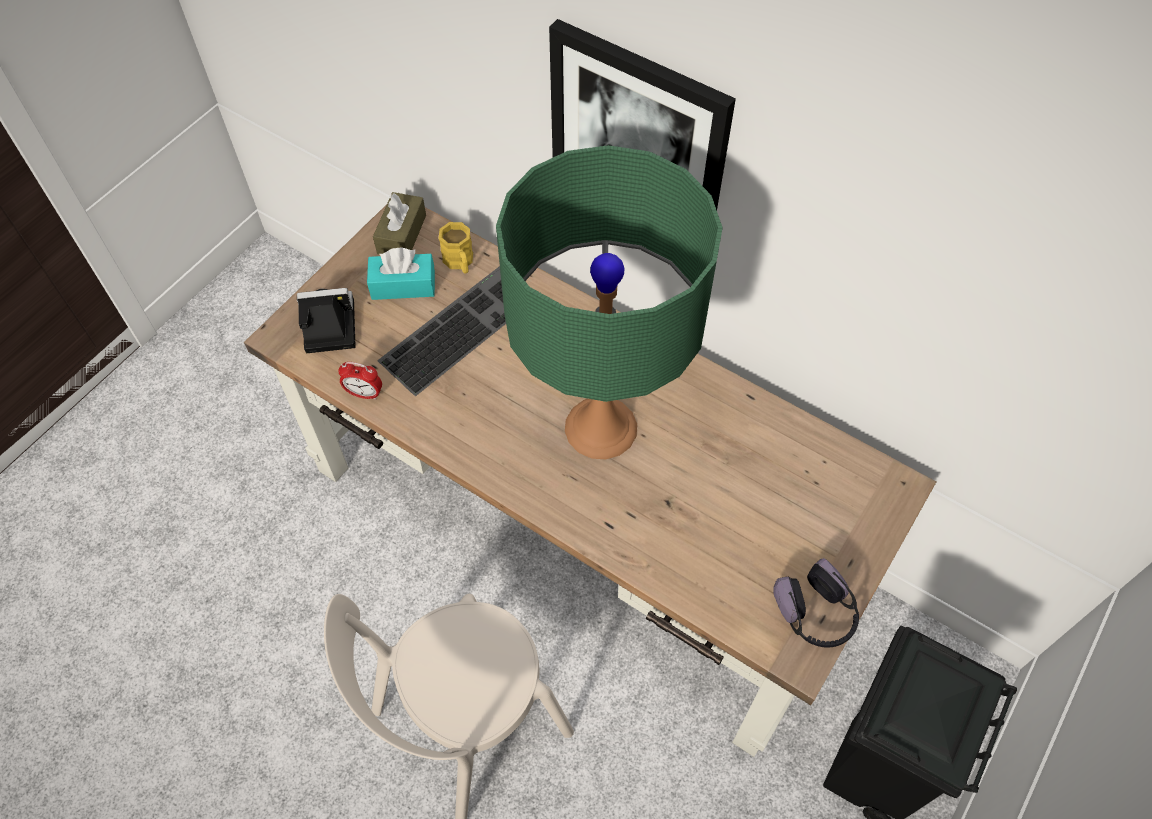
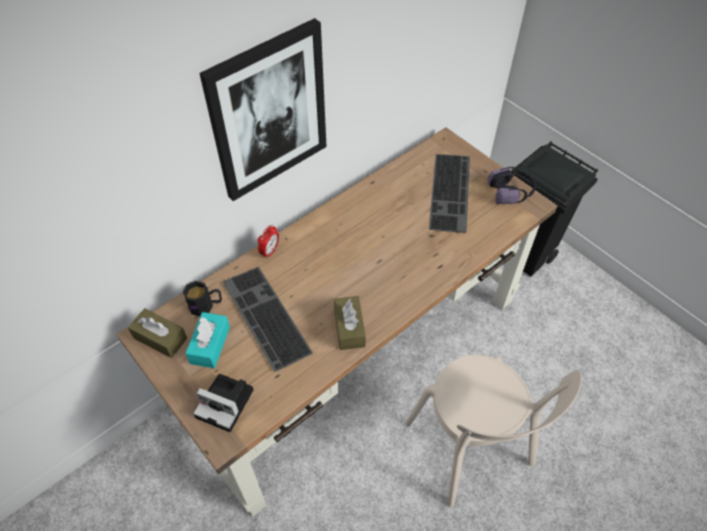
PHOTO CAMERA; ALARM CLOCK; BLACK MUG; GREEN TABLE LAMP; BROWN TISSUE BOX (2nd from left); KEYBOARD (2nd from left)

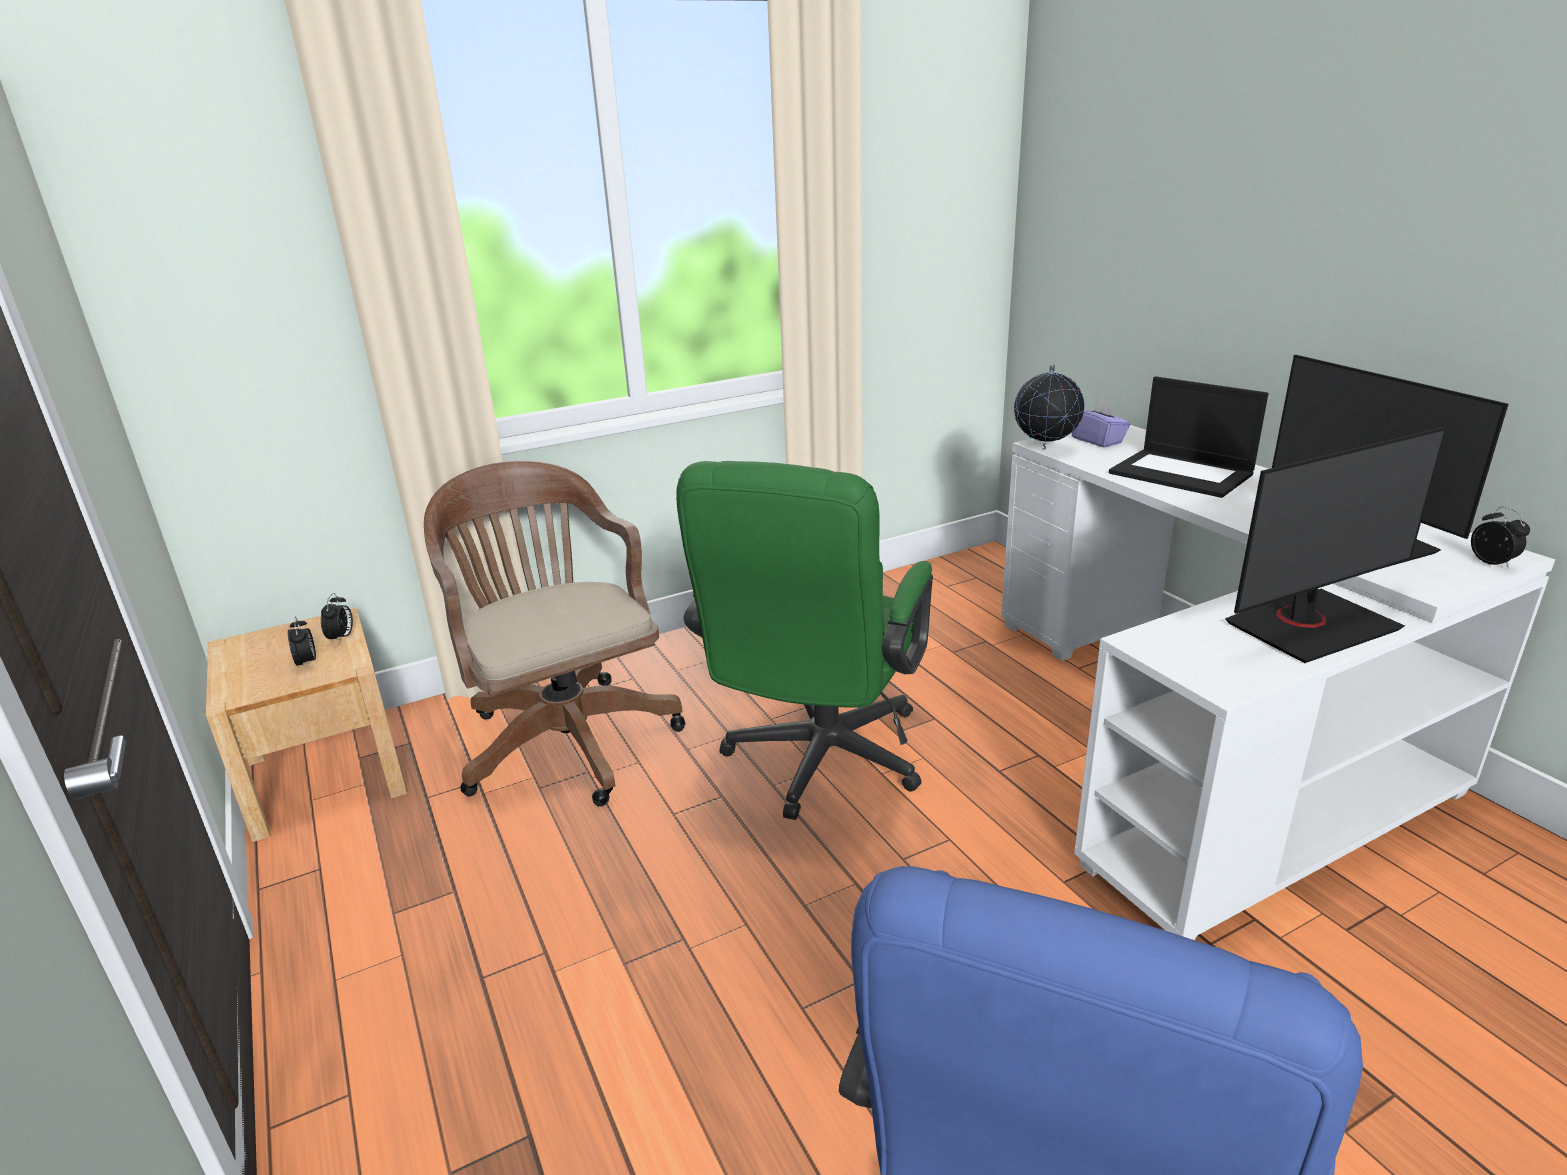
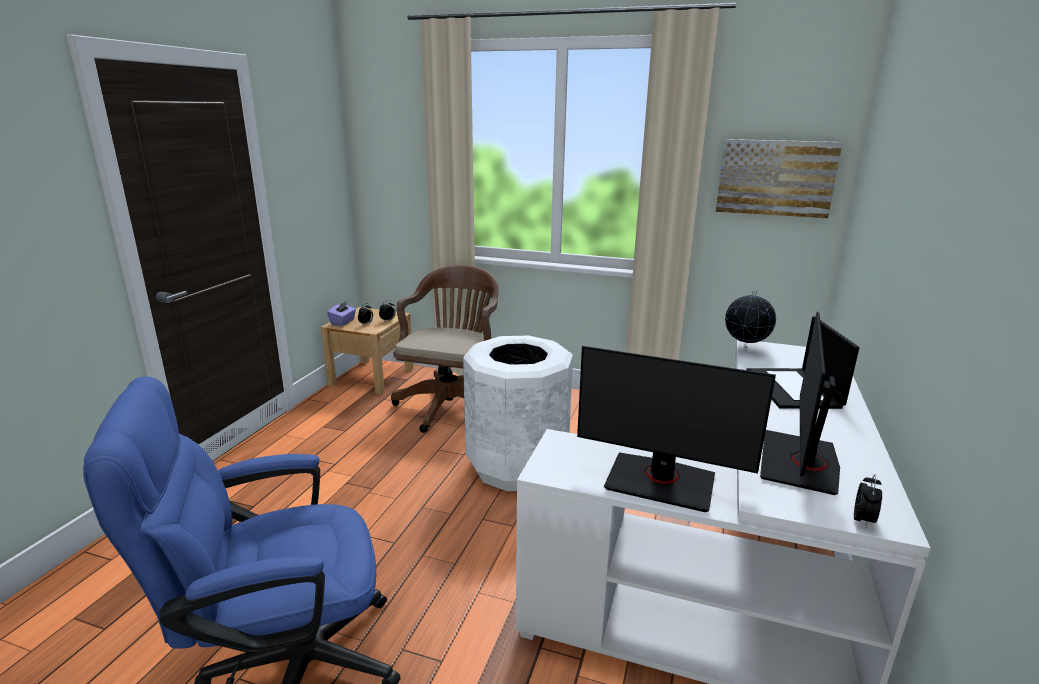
WHITE TRASH CAN; PURPLE TISSUE BOX; PICTURE

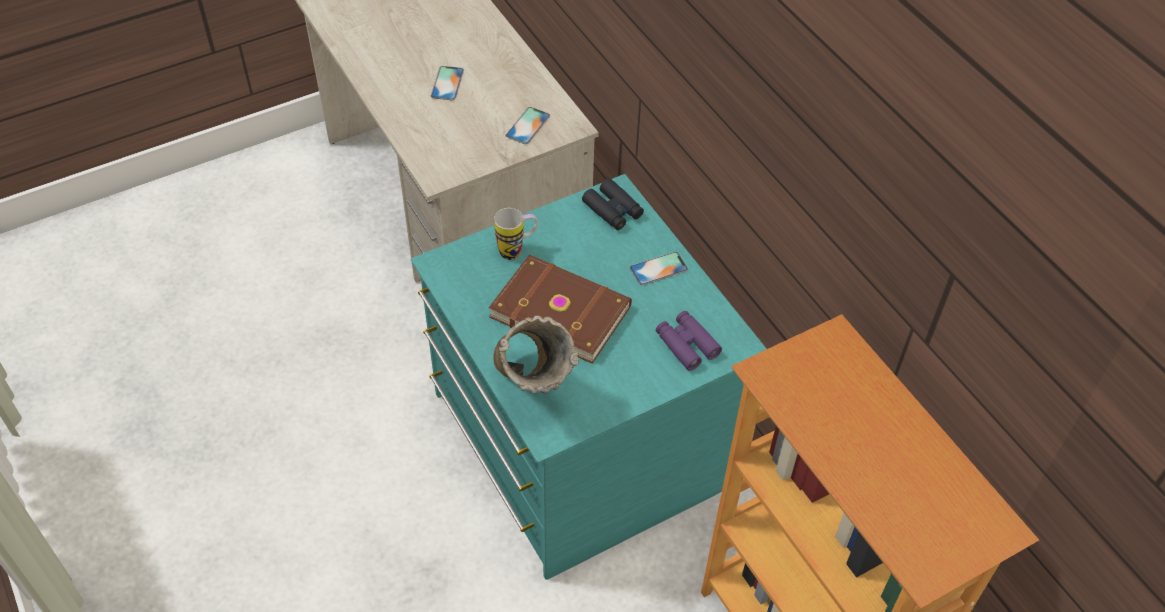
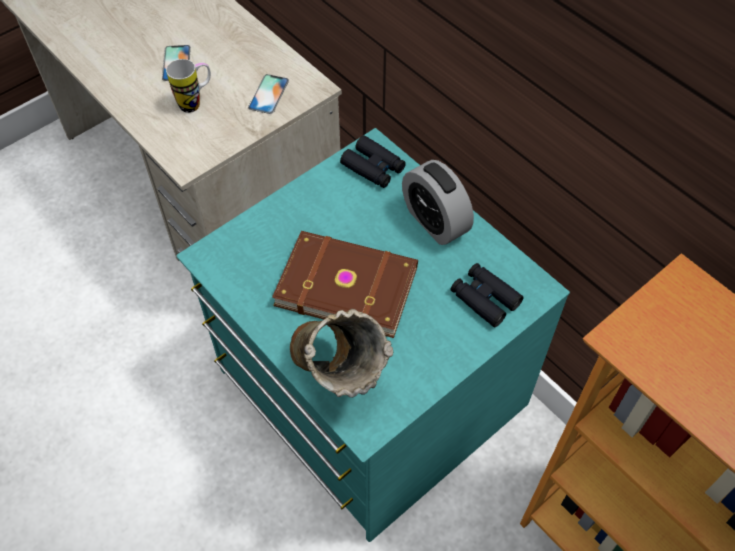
MUG; ALARM CLOCK; BLACK BINOCULARS (2nd from left)

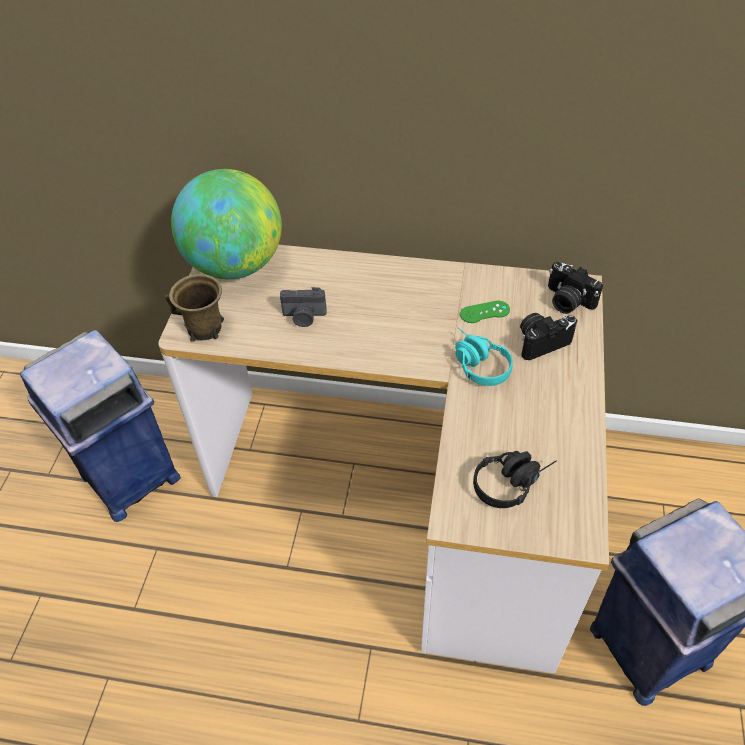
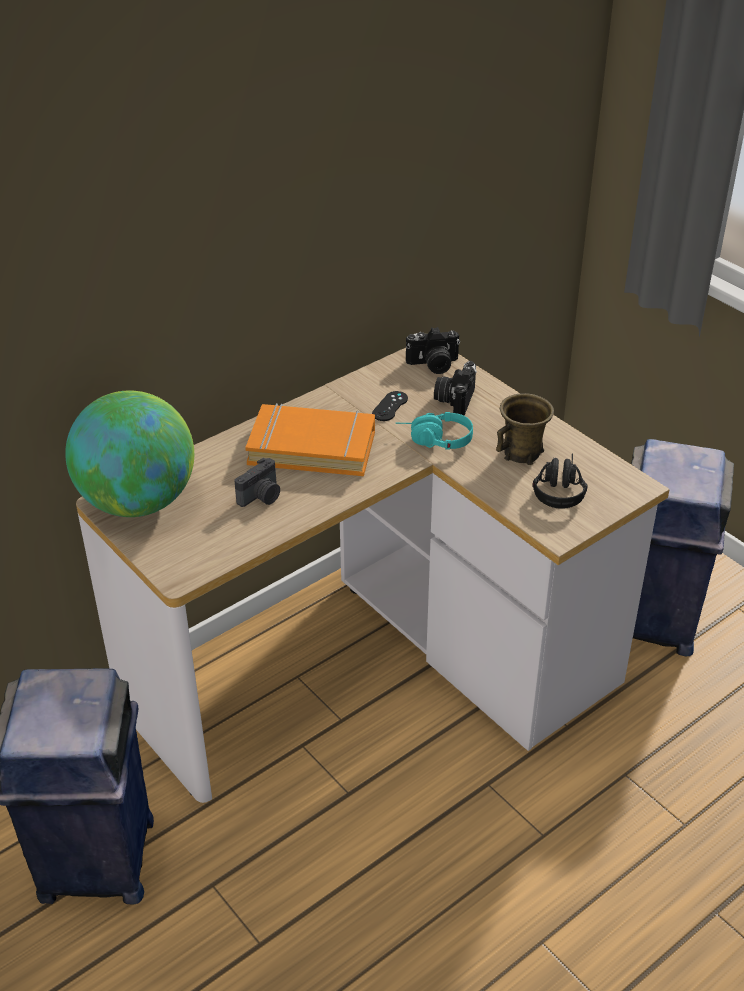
BROWN MUG; BLACK GAME CONTROLLER; ORANGE BOOK

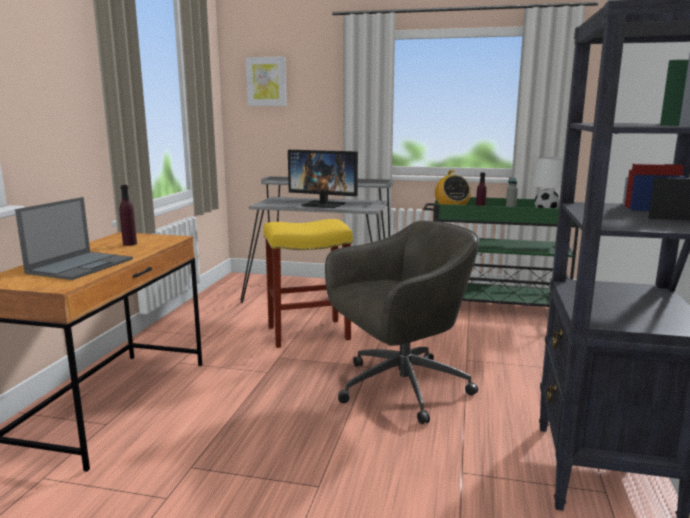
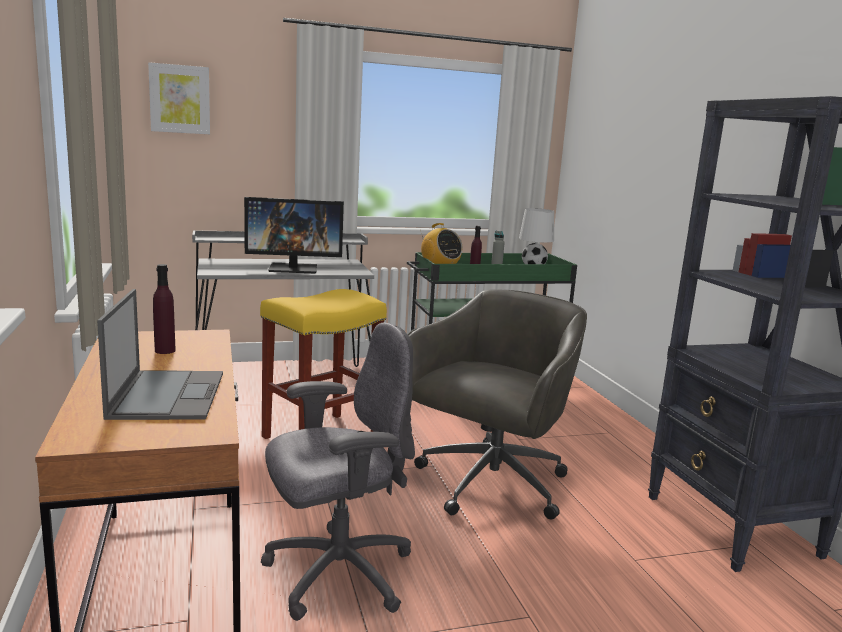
GREY OFFICE CHAIR (1st from left)

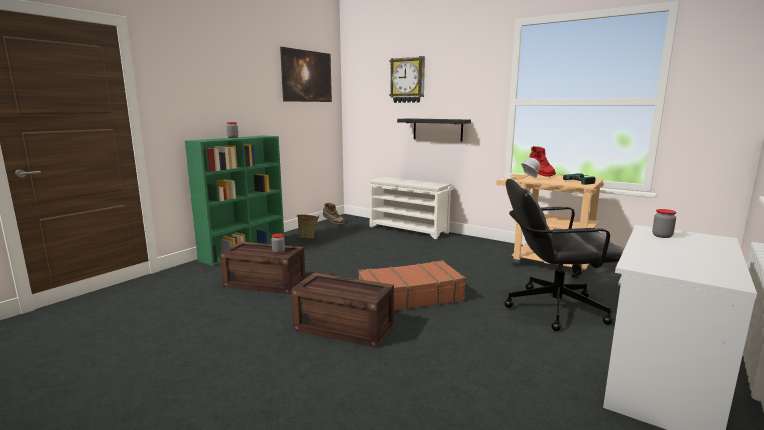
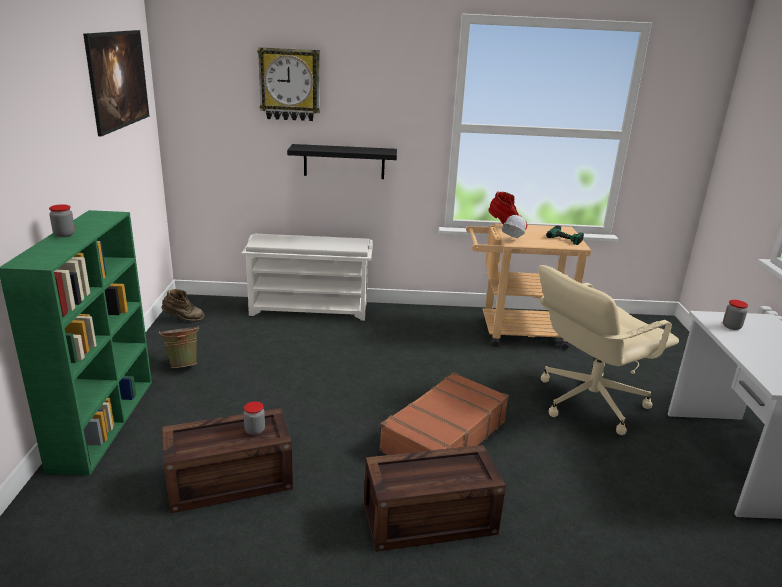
BEIGE OFFICE CHAIR

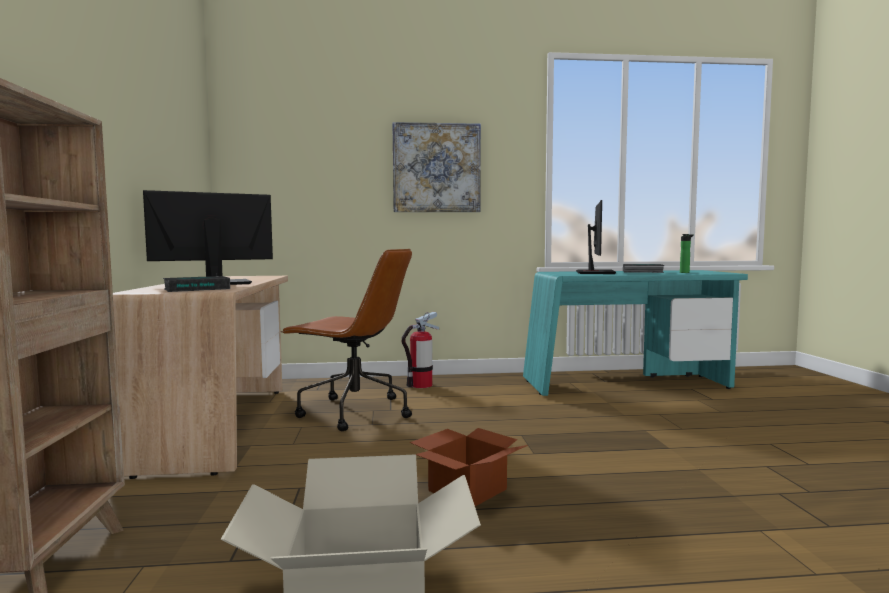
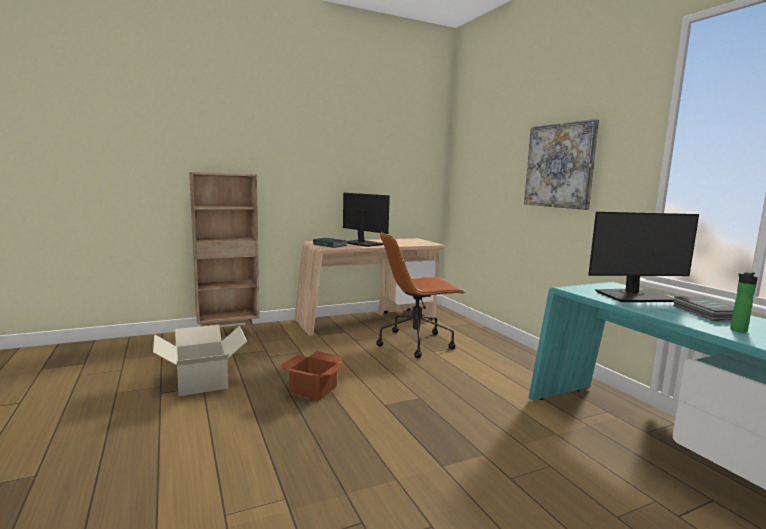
BROWN OFFICE CHAIR; FIRE EXTINGUISHER

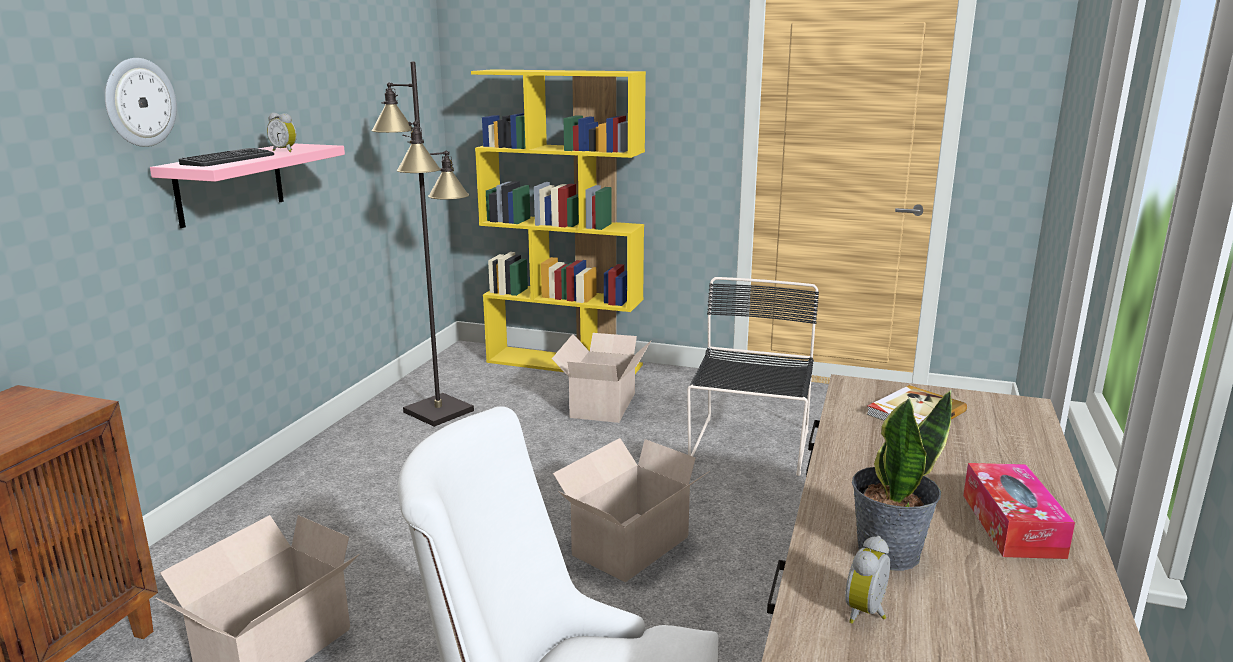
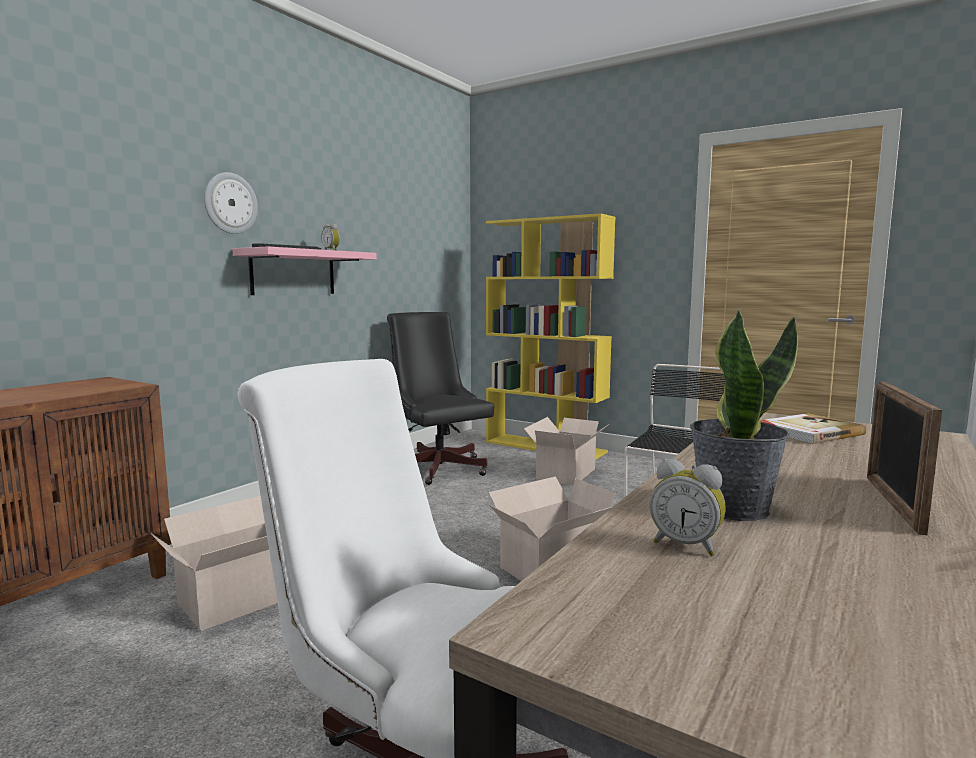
BLACK OFFICE CHAIR; ALARM CLOCK (2nd from left); PICTURE FRAME

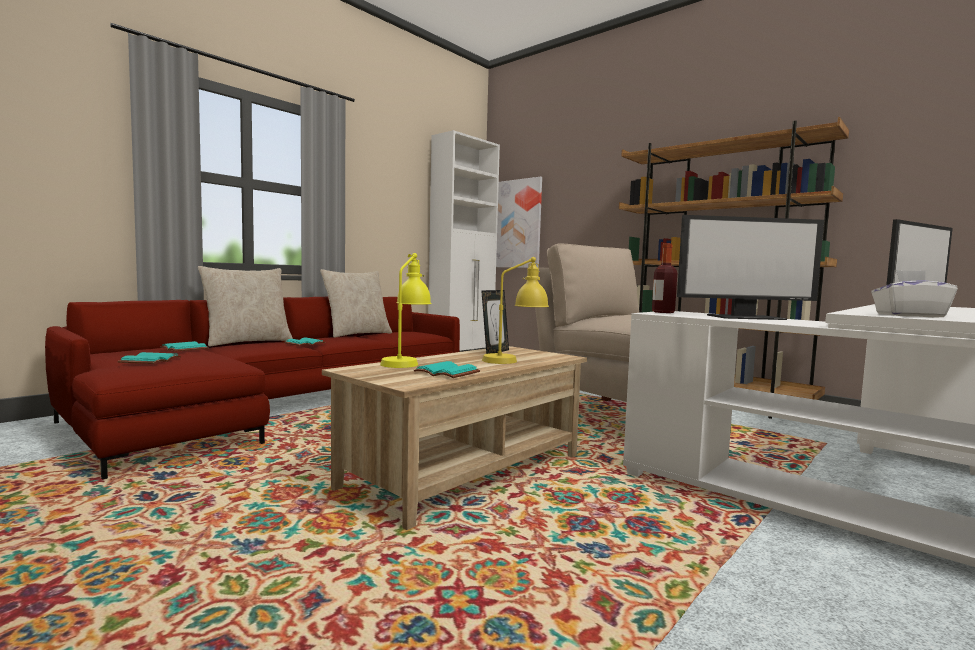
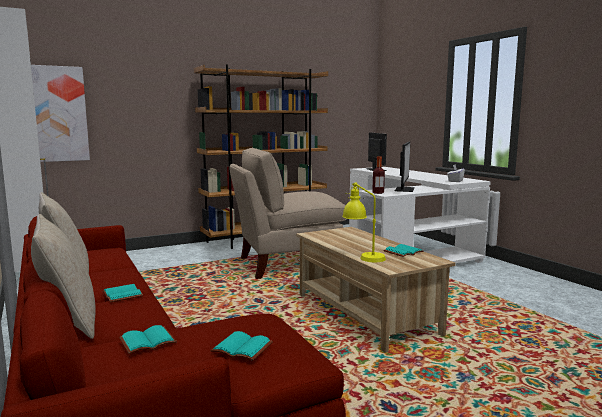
PICTURE FRAME; YELLOW TABLE LAMP (2nd from left in the first image)

